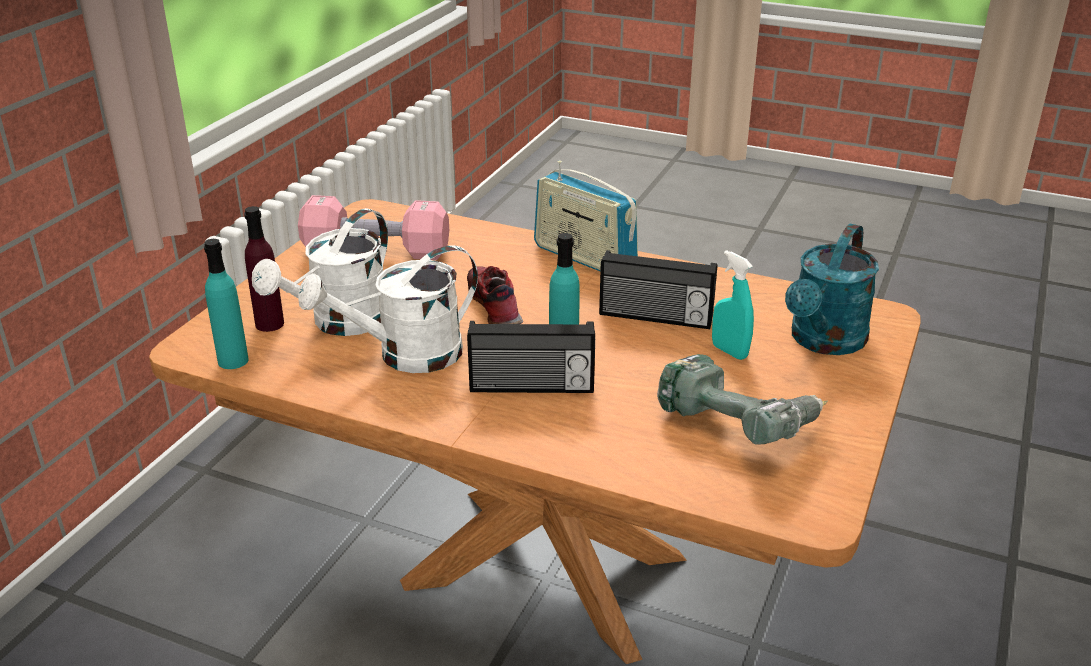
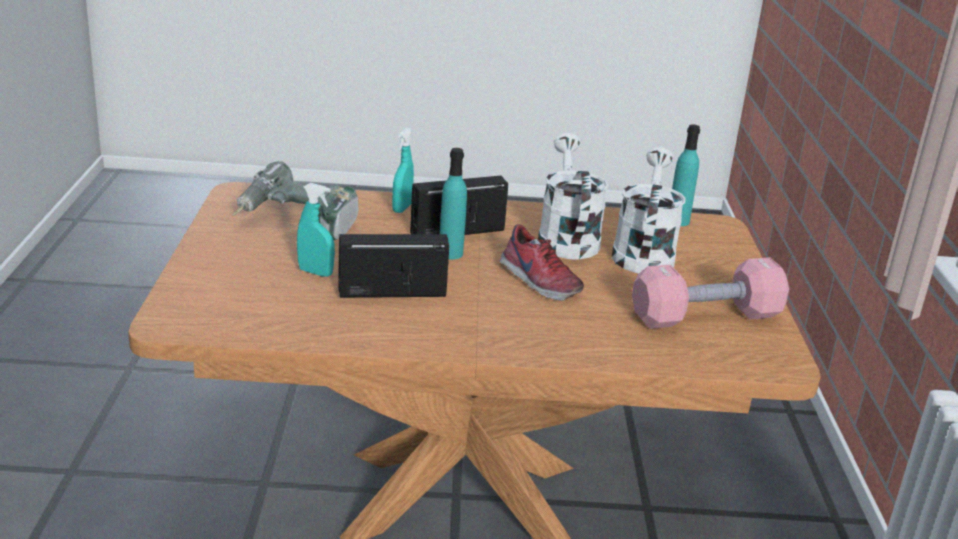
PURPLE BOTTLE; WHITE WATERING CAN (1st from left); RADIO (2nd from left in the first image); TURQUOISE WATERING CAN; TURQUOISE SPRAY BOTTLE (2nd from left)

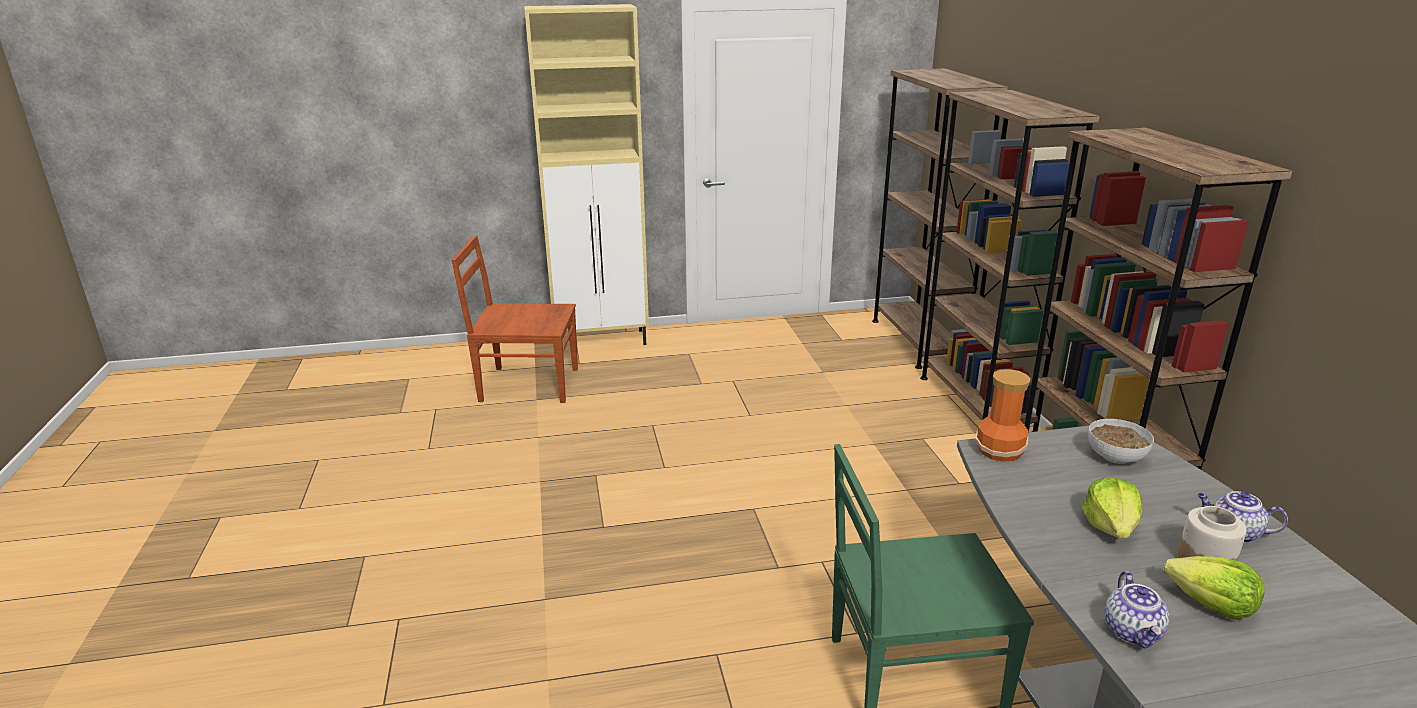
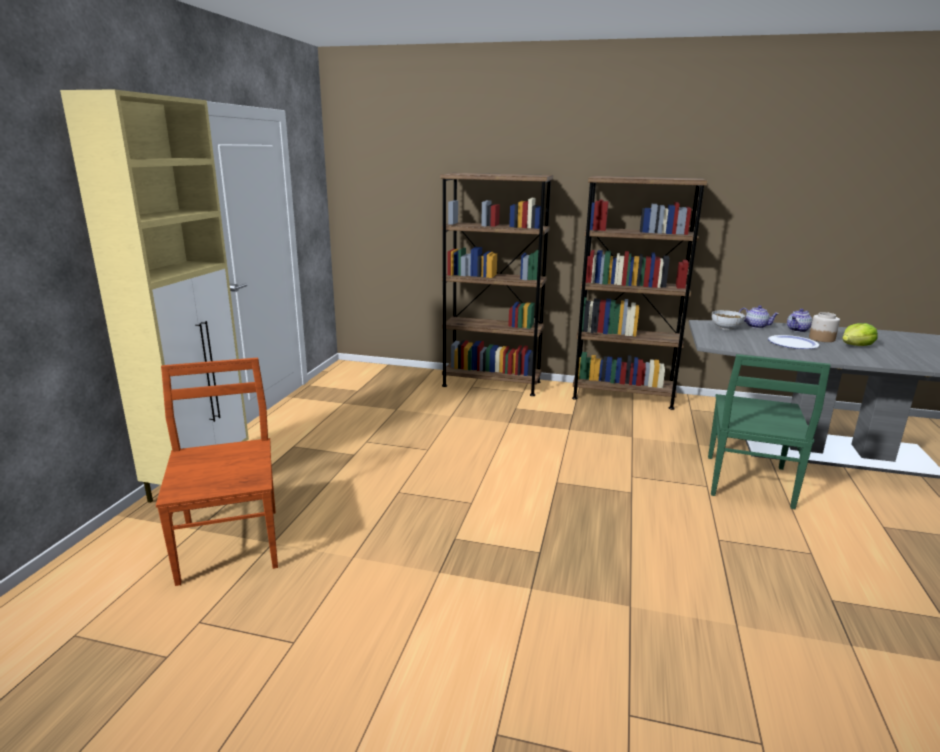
BROWN CHAIR; BROWN BOOKCASE (1st from left in the first image); VASE; PLATE; TEAPOT (1st from left)

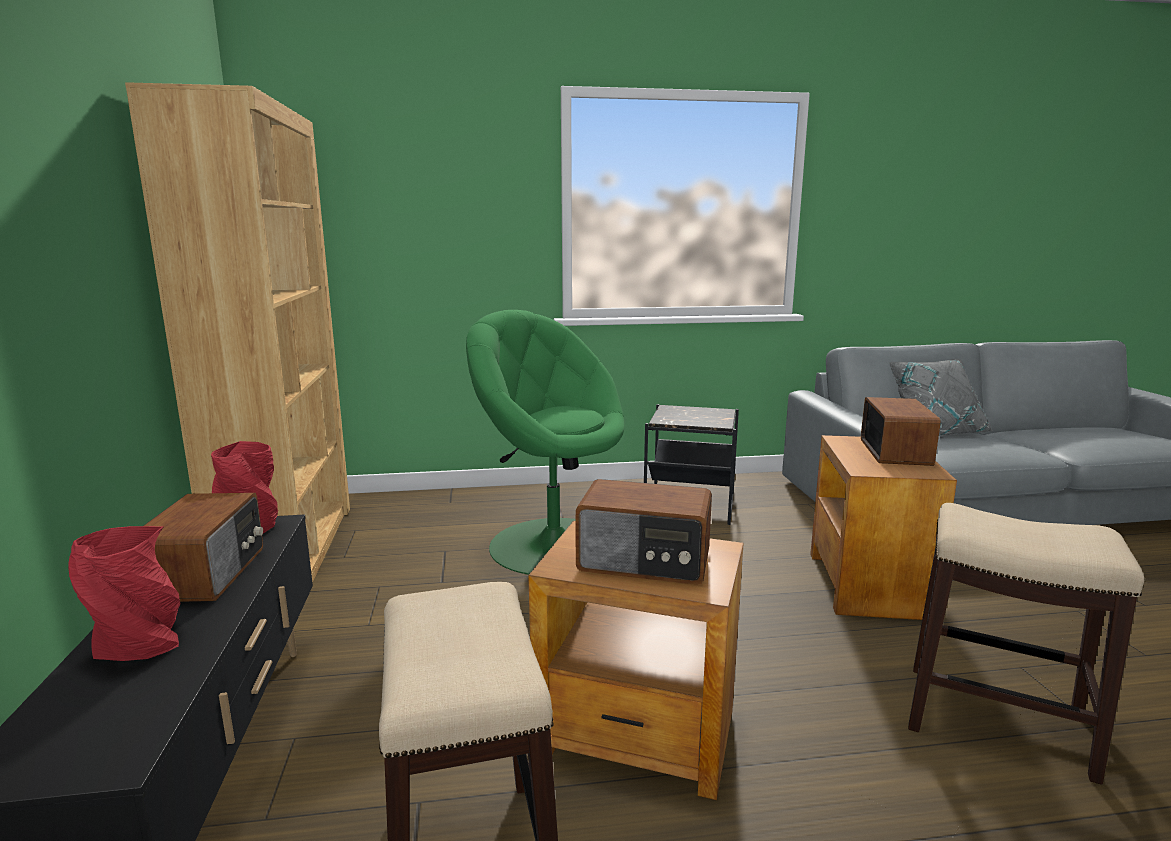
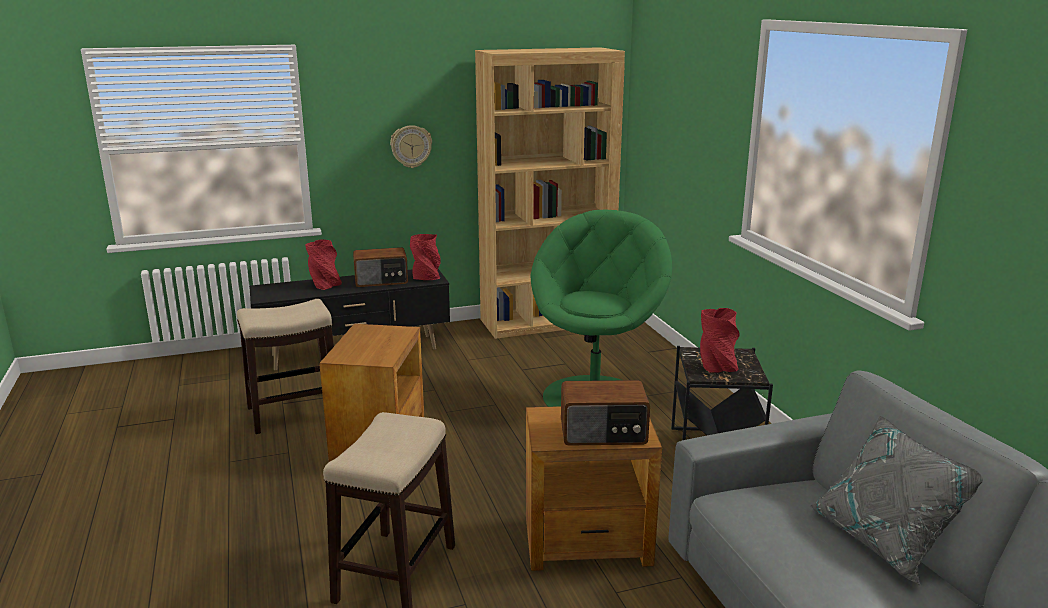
RADIO (2nd from left in the first image); WALL CLOCK; RED VASE (3rd from left)

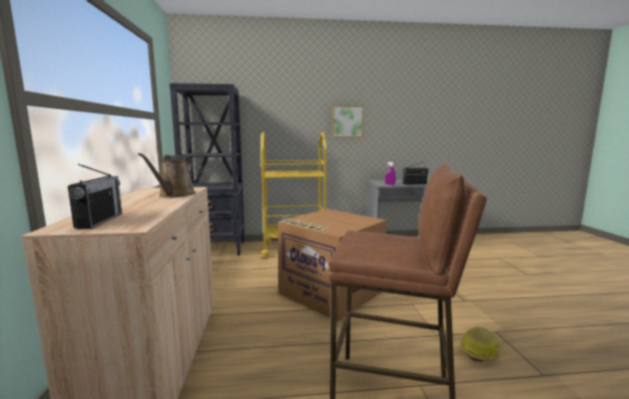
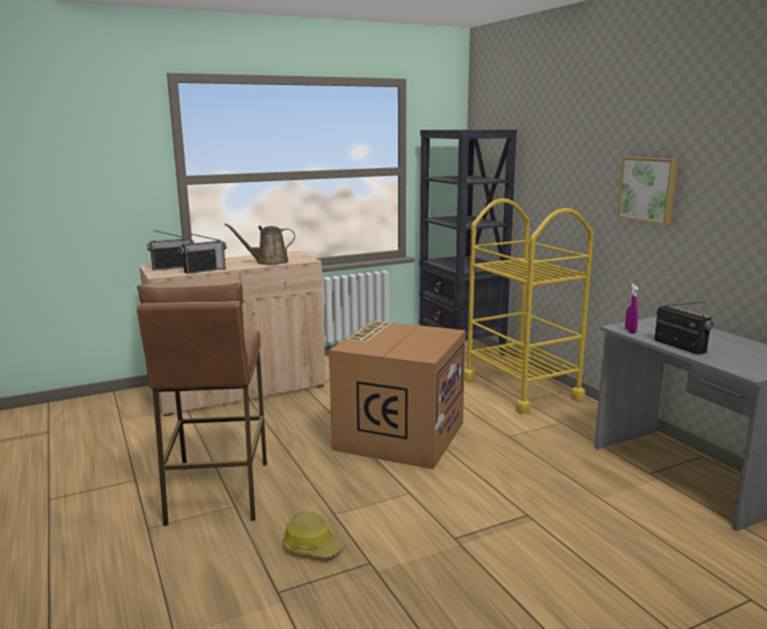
RADIO (2nd from left)

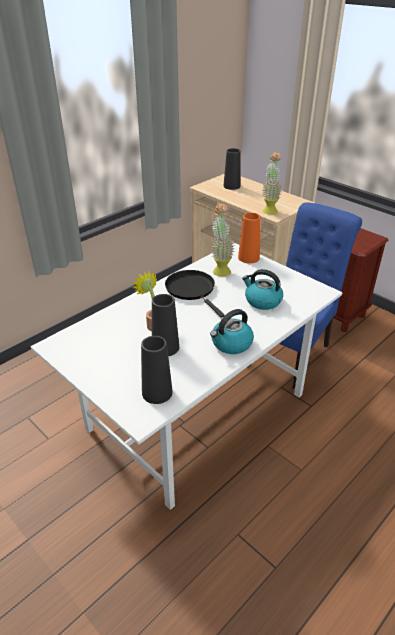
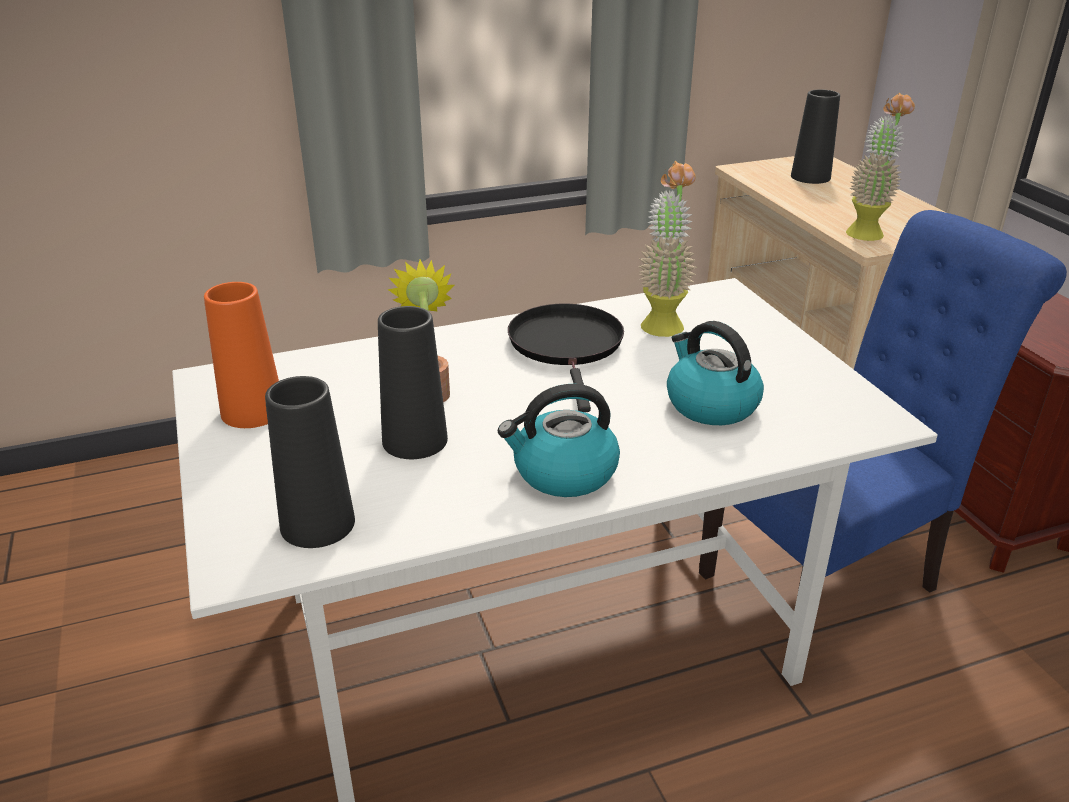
ORANGE VASE

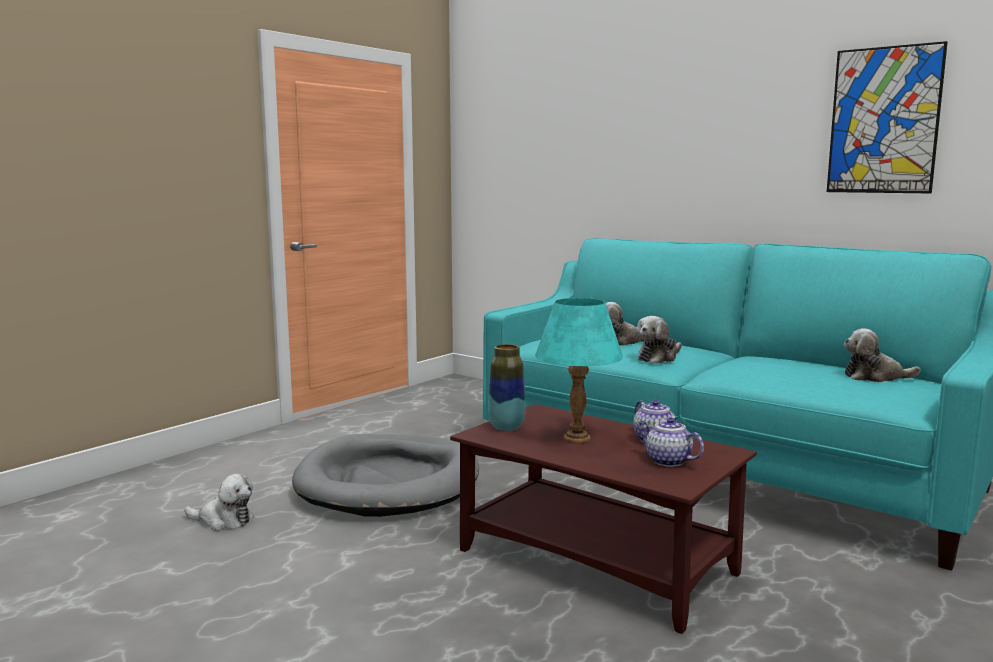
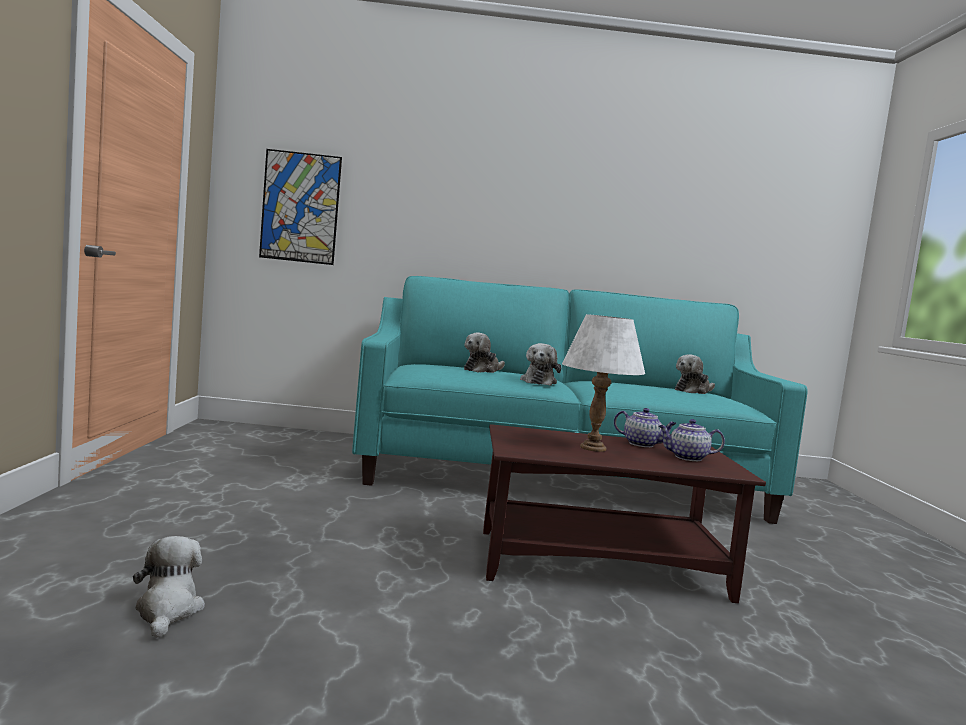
PLUSH TOY (1st from left); GREY DOG BED; VASE; WHITE TABLE LAMP; PICTURE

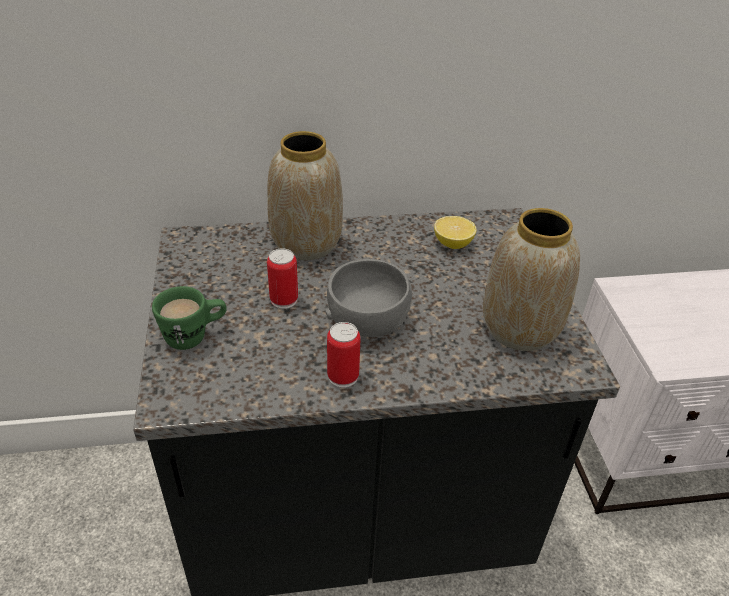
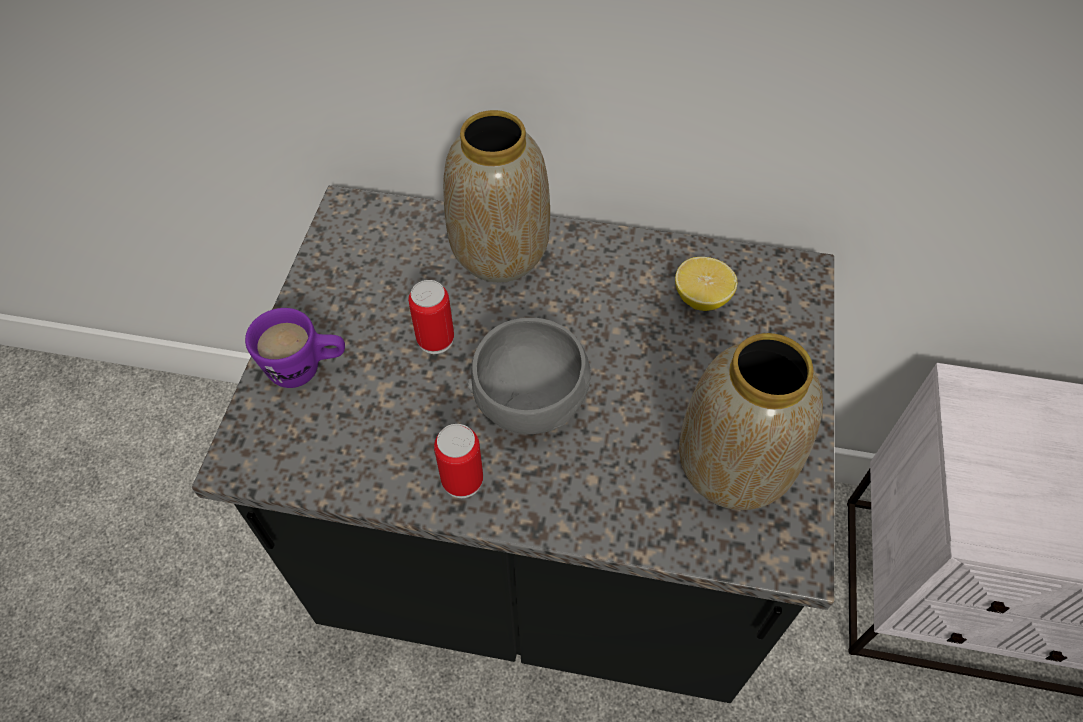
PURPLE MUG

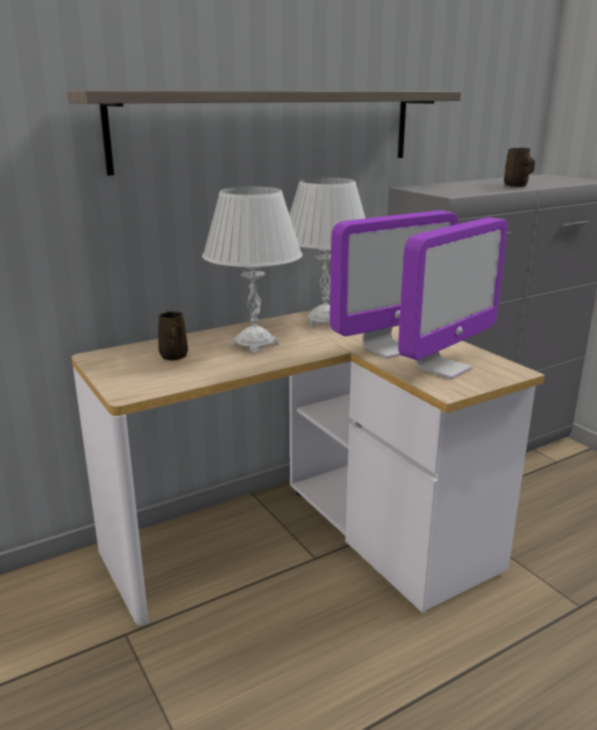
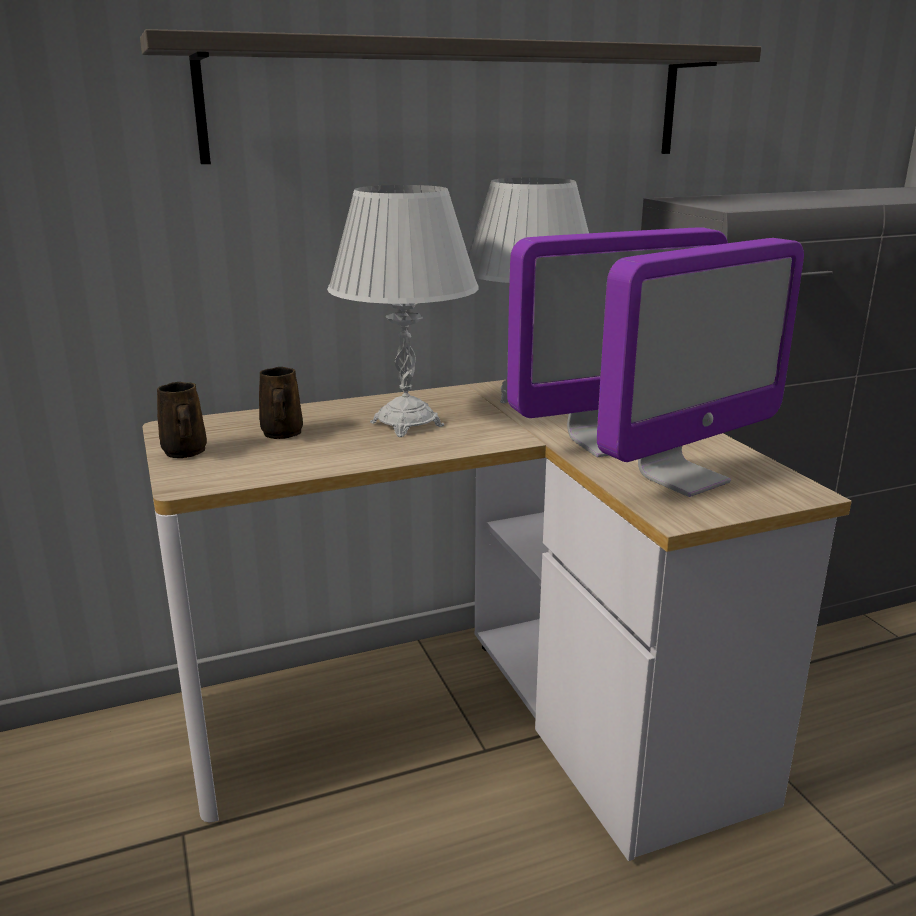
BROWN MUG (1st from left)

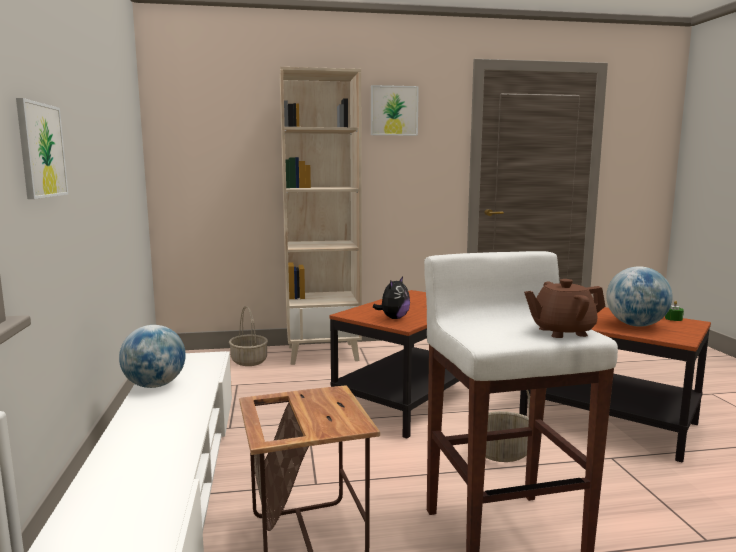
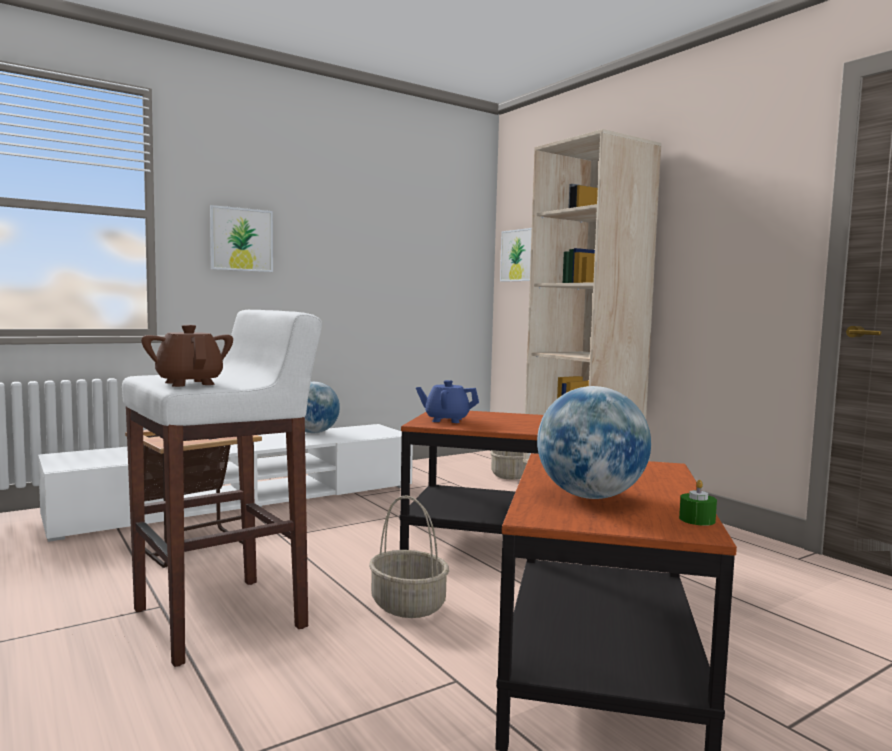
PICTURE (2nd from left); BLUE TEAPOT

